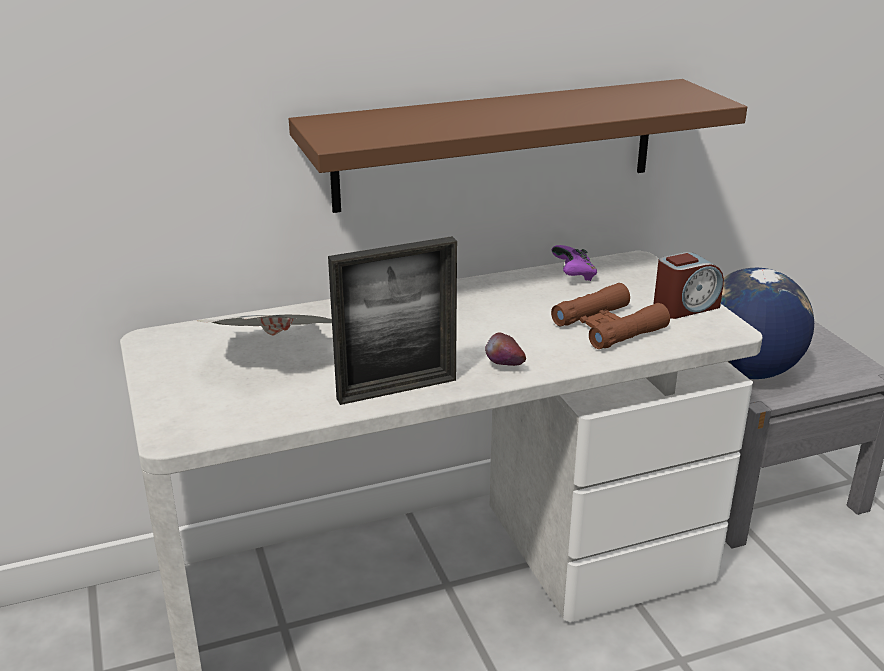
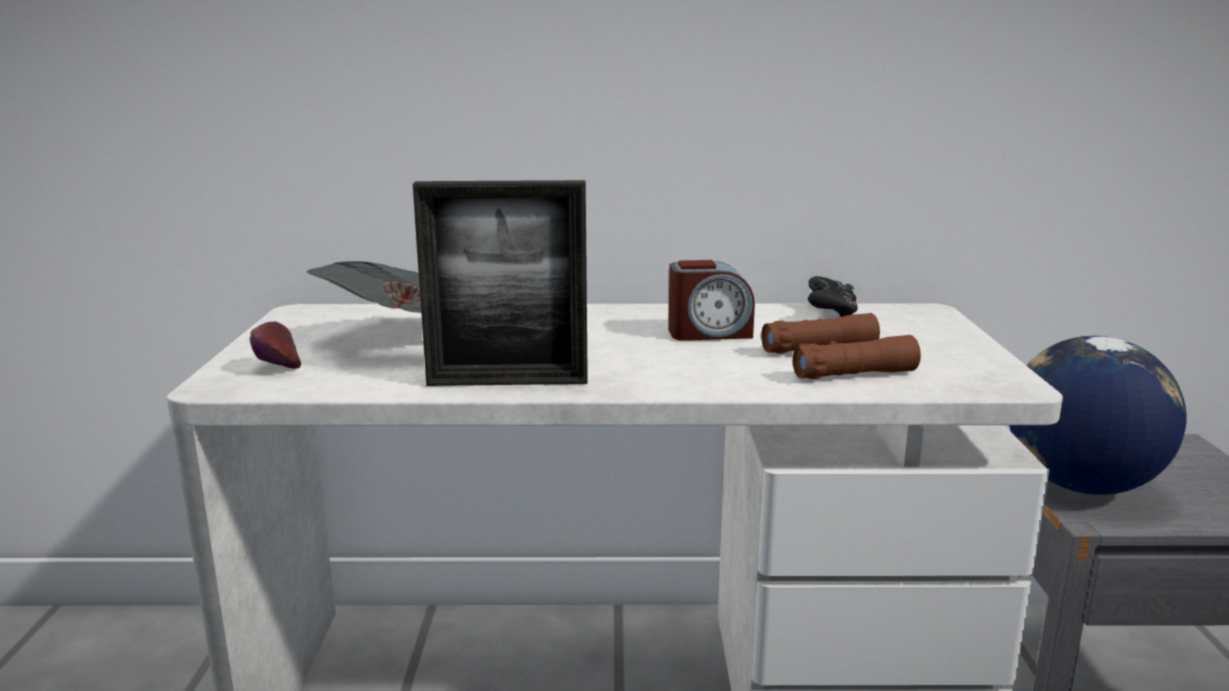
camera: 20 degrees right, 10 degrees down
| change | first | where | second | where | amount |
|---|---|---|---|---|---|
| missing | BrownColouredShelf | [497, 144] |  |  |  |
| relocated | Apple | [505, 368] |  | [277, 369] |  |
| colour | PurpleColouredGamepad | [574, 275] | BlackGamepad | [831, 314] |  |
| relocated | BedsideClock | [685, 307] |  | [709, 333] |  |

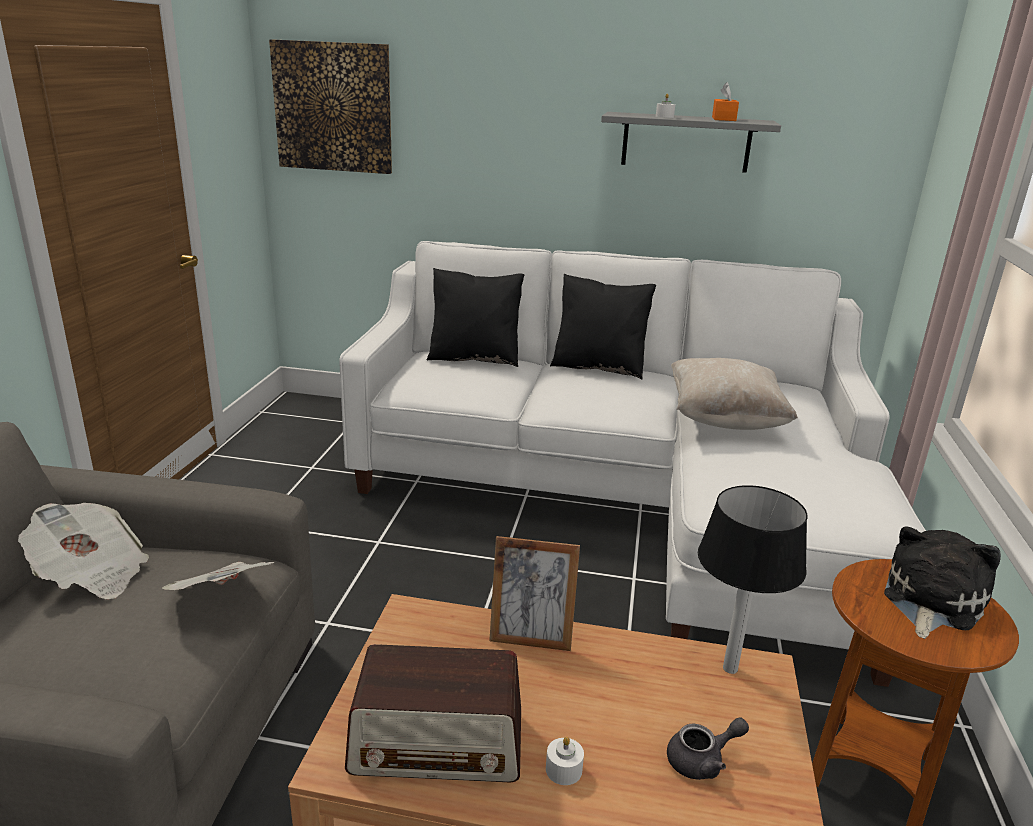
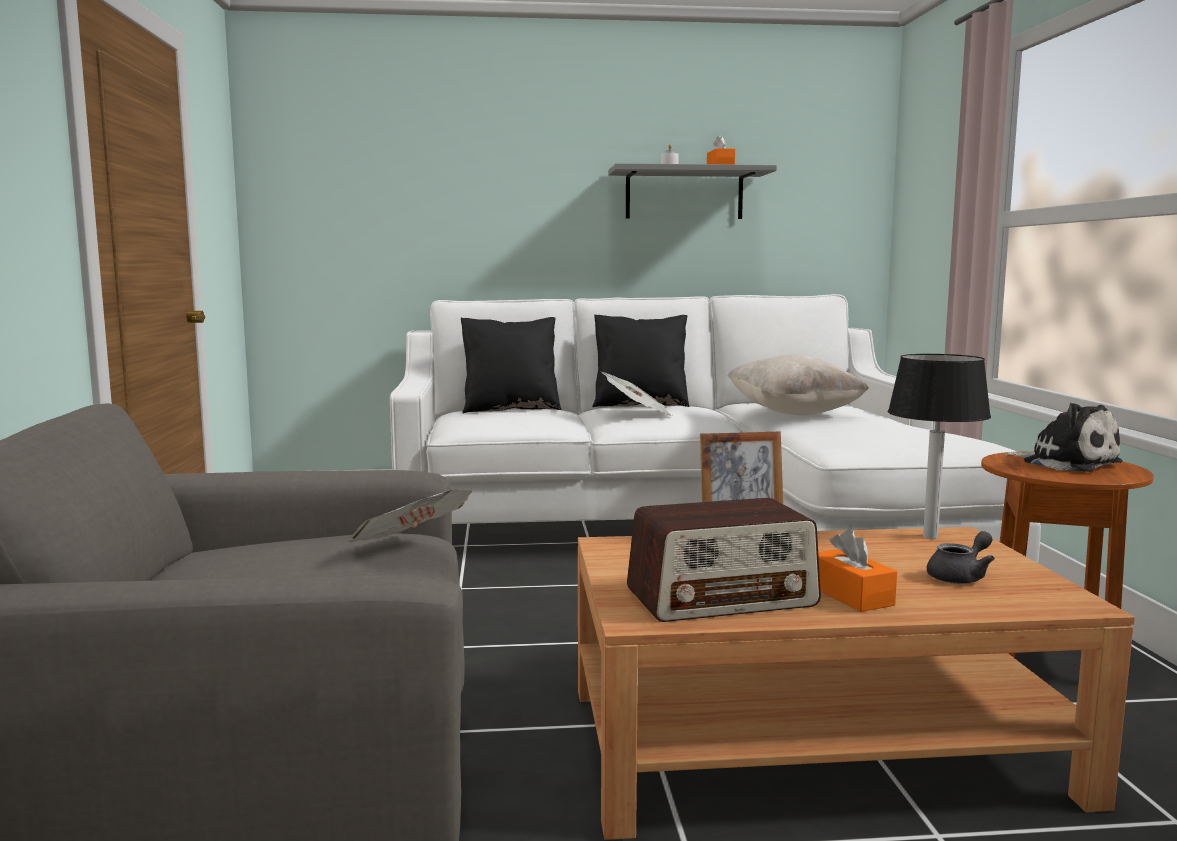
camera: 15 degrees left, 15 degrees down
| change | first | where | second | where | amount |
|---|---|---|---|---|---|
| relocated | PrintedPaper | [91, 573] |  | [637, 413] |  |
| missing | WallArt | [333, 107] |  |  |  |
| exchanged | WhitishWaxLight | [563, 769] | OrangeTissueBox | [851, 595] |  |
| spun | SoftToy | [930, 601] |  | [1066, 463] | 120 degrees clockwise |

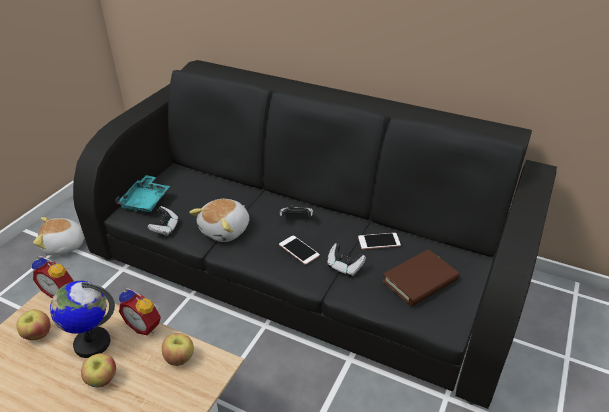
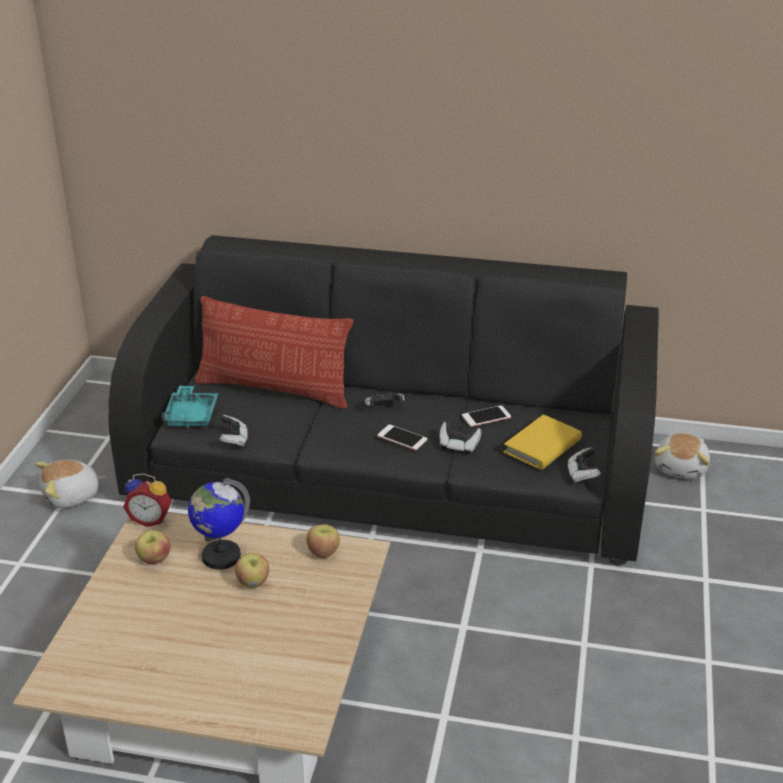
camera: 15 degrees left, 5 degrees down
| change | first | where | second | where | amount |
|---|---|---|---|---|---|
| missing | BedsideClock | [145, 325] |  |  |  |
| relocated | SoftToy | [226, 230] |  | [682, 468] |  |
| colour | BrownColouredBook | [420, 280] | YellowishBook | [542, 446] |  |
| appeared |  |  | Pillow | [274, 389] |  |
| appeared |  |  | Gamepad | [582, 475] |  |

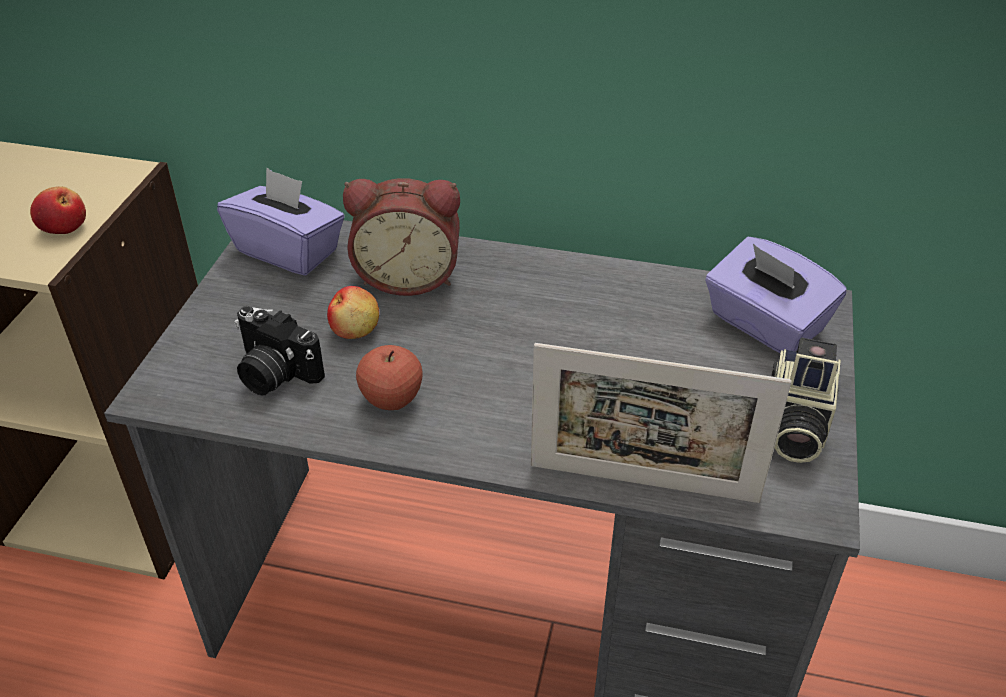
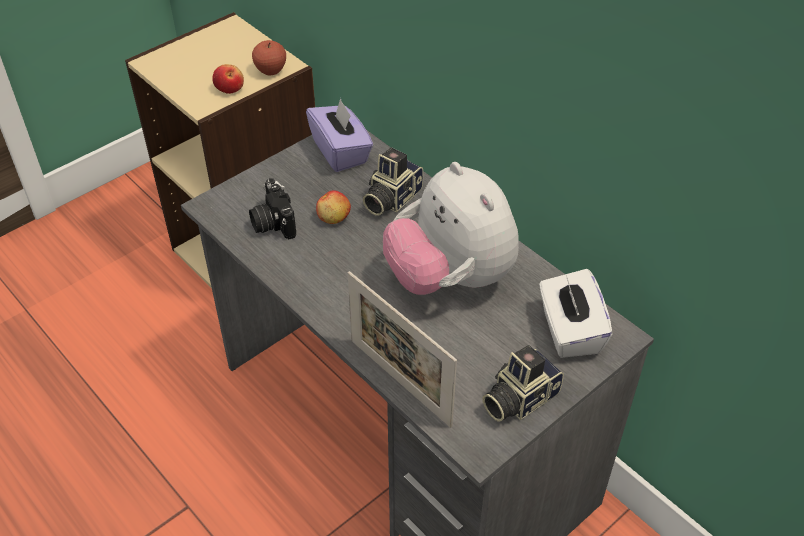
camera: 35 degrees right, 5 degrees up
| change | first | where | second | where | amount |
|---|---|---|---|---|---|
| exchanged | BedsideClock | [408, 276] | StillCamera | [390, 198] |  |
| relocated | Apple | [392, 399] |  | [271, 70] |  |
| colour | PurpleColouredTissueBox | [764, 324] | WhitishTissueBox | [569, 331] |  |
| appeared |  |  | SoftToy | [450, 278] |  |

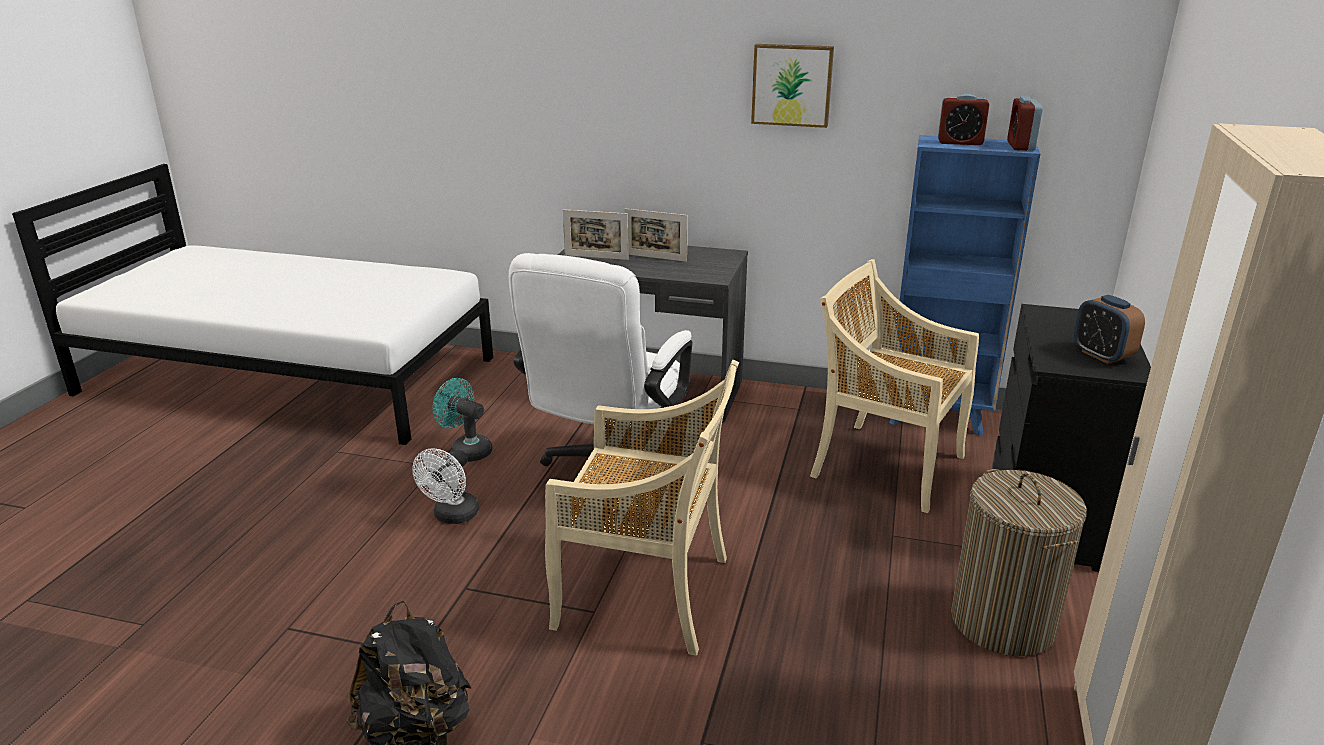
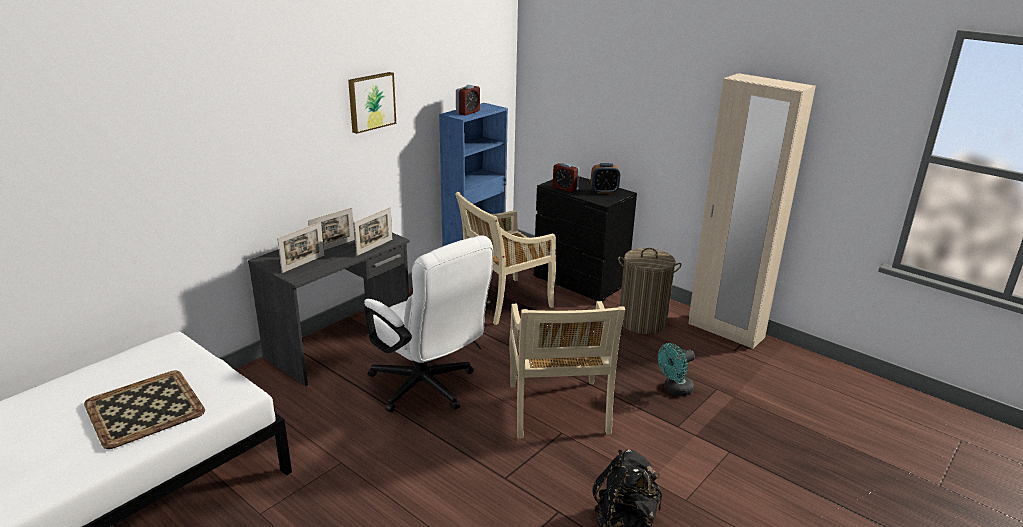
camera: 65 degrees left, 0 degrees up
| change | first | where | second | where | amount |
|---|---|---|---|---|---|
| missing | WhitishFan | [452, 517] |  |  |  |
| relocated | BlueGreenFan | [466, 450] |  | [674, 390] |  |
| spun | BeigeColouredUprightChair | [646, 593] |  | [558, 410] | 135 degrees clockwise |
| relocated | BedsideClock | [1020, 146] |  | [565, 188] |  |
| appeared |  |  | CarryingTray | [144, 409] |  |
| appeared |  |  | StandingFrame | [374, 247] |  |

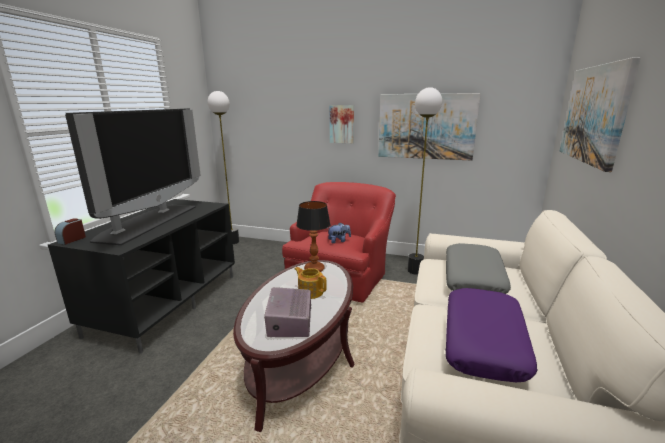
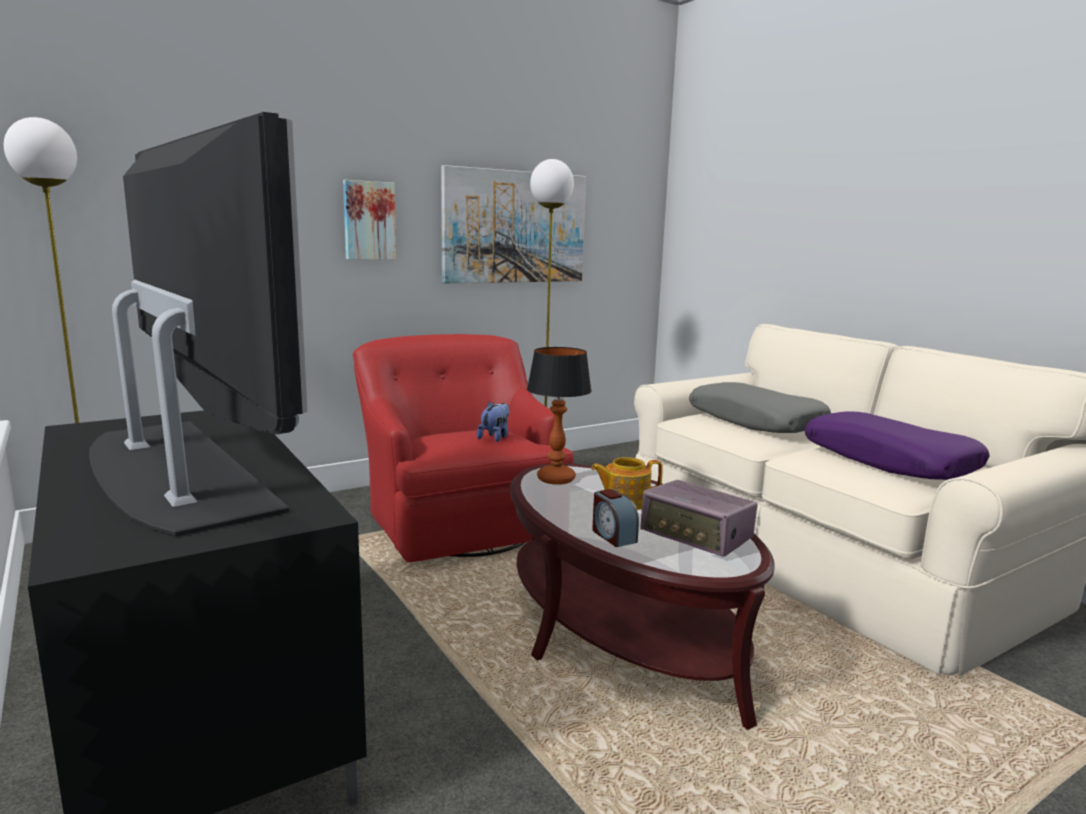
camera: 50 degrees left, 5 degrees down
| change | first | where | second | where | amount |
|---|---|---|---|---|---|
| relocated | BedsideClock | [72, 239] |  | [613, 536] |  |
| missing | WallArt | [594, 114] |  |  |  |

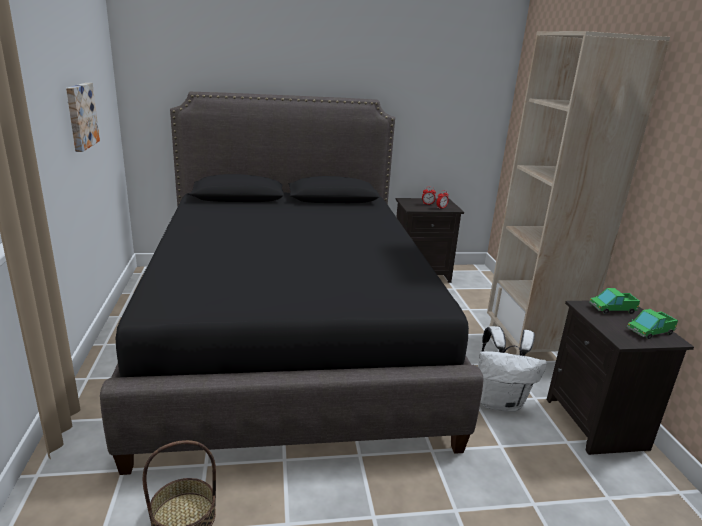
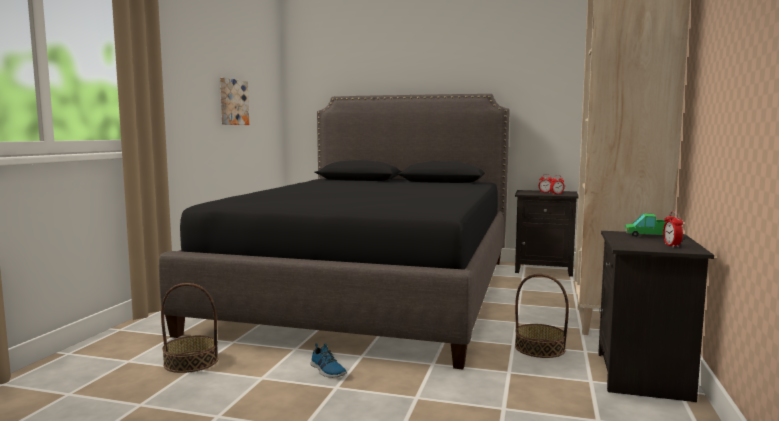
camera: 25 degrees right, 15 degrees down
| change | first | where | second | where | amount |
|---|---|---|---|---|---|
| exchanged | WhitishBackpack | [499, 402] | StorageBasket | [540, 348] |  |
| exchanged | ToyTruck | [650, 331] | BedsideClock | [671, 246] |  |
| appeared |  |  | ItemOfFootwear | [327, 370] |  |

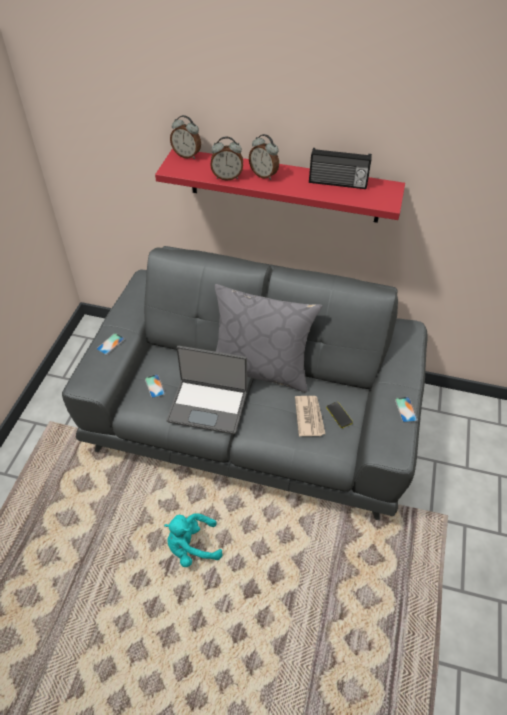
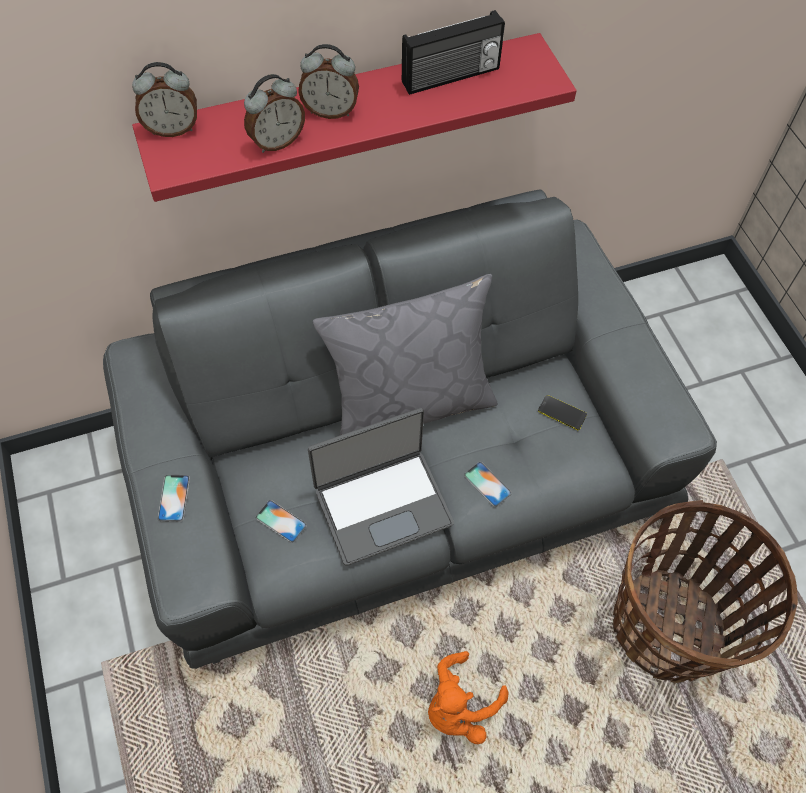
camera: 35 degrees left, 10 degrees up
| change | first | where | second | where | amount |
|---|---|---|---|---|---|
| colour | BlueGreenSoftToy | [192, 547] | OrangeSoftToy | [459, 707] |  |
| missing | PrintedPaper | [309, 416] |  |  |  |
| relocated | Phone | [405, 409] |  | [487, 484] |  |
| appeared |  |  | StorageBasket | [668, 627] |  |

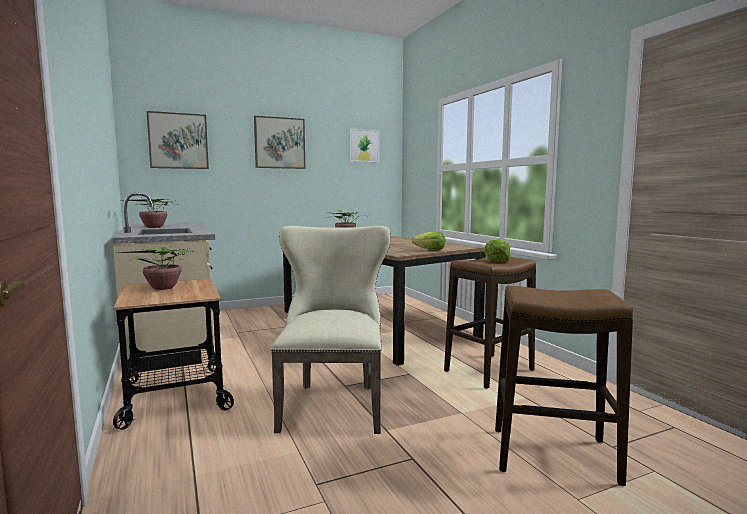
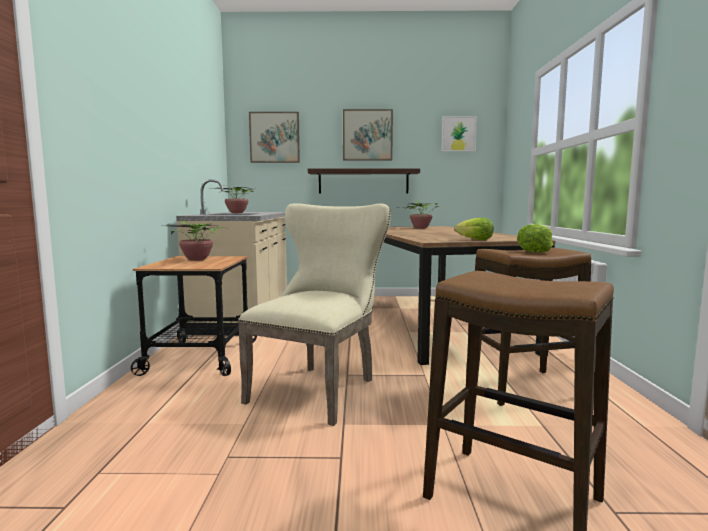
camera: 25 degrees right, 0 degrees up
| change | first | where | second | where | amount |
|---|---|---|---|---|---|
| appeared |  |  | Shelf | [363, 181] |  |

